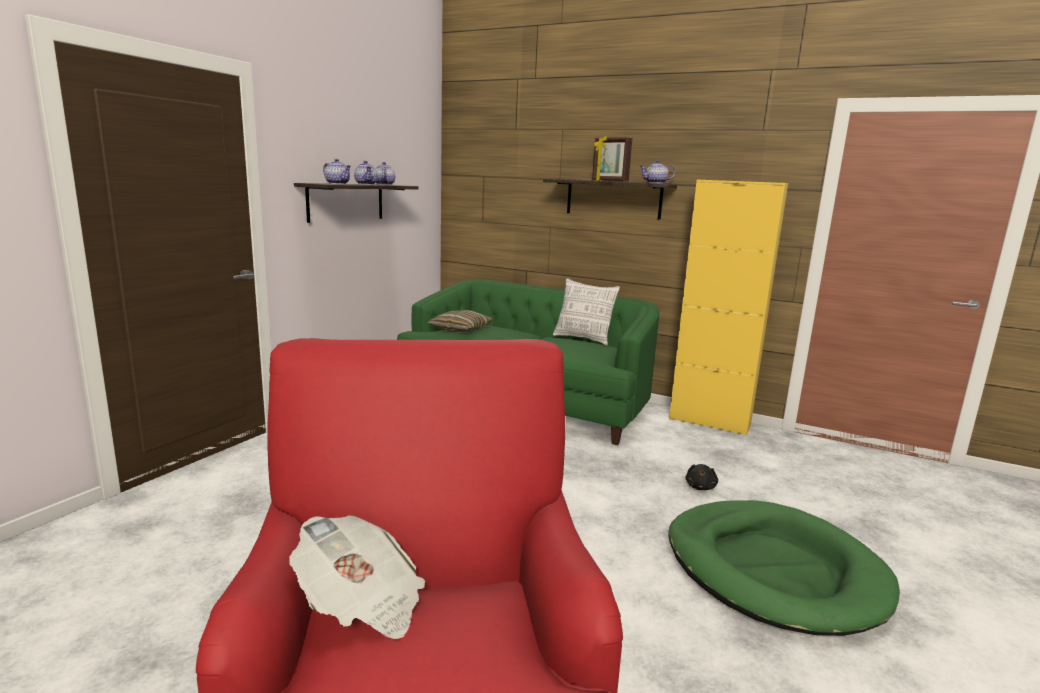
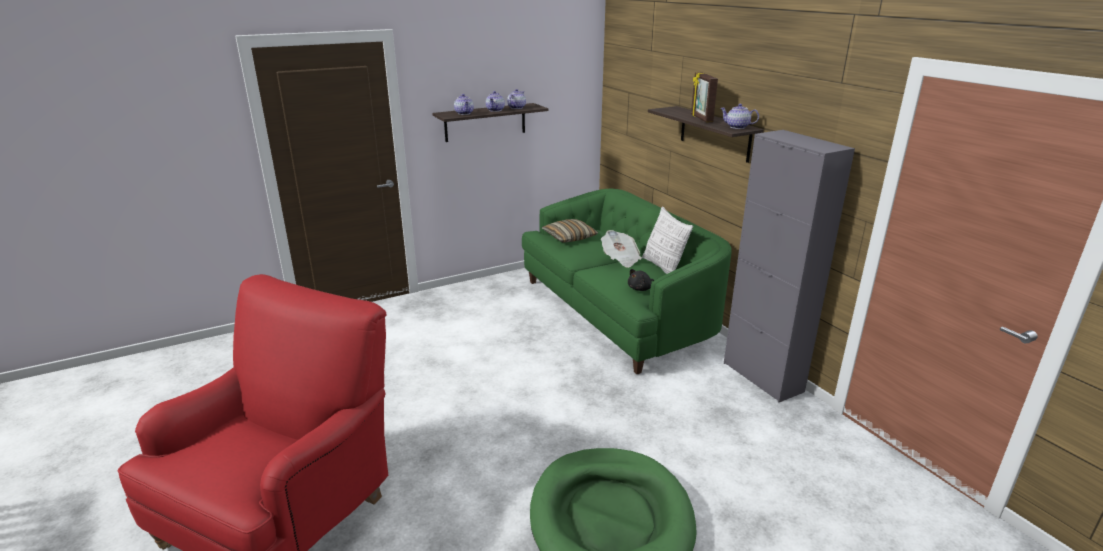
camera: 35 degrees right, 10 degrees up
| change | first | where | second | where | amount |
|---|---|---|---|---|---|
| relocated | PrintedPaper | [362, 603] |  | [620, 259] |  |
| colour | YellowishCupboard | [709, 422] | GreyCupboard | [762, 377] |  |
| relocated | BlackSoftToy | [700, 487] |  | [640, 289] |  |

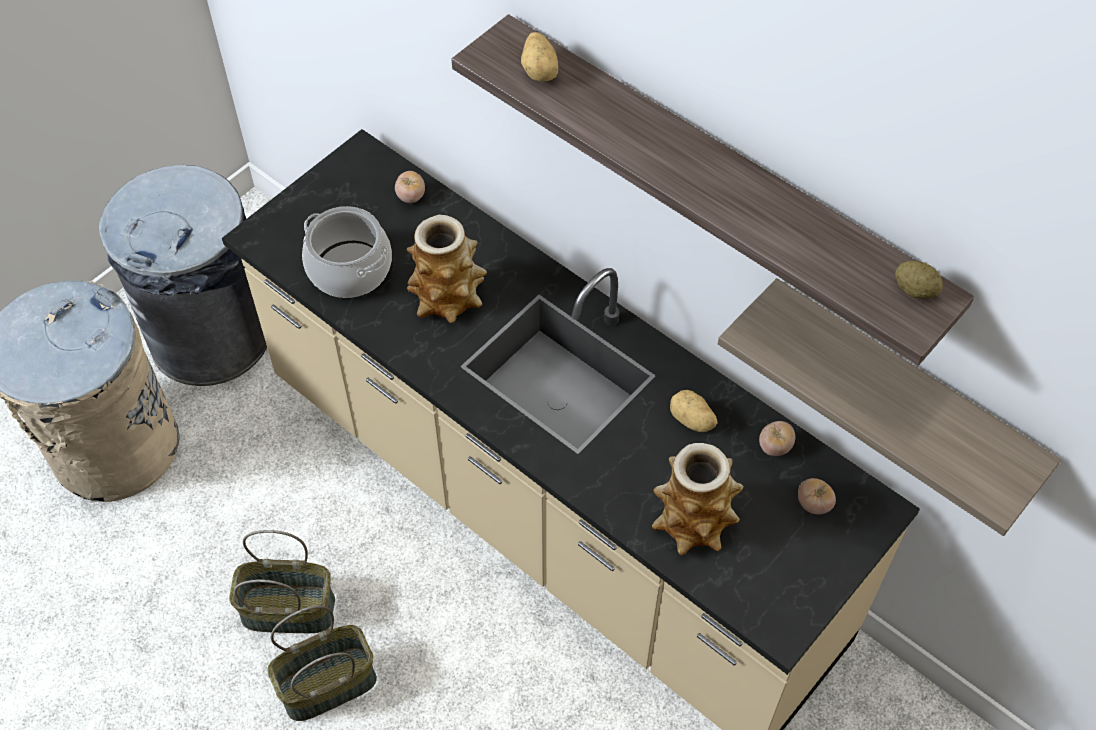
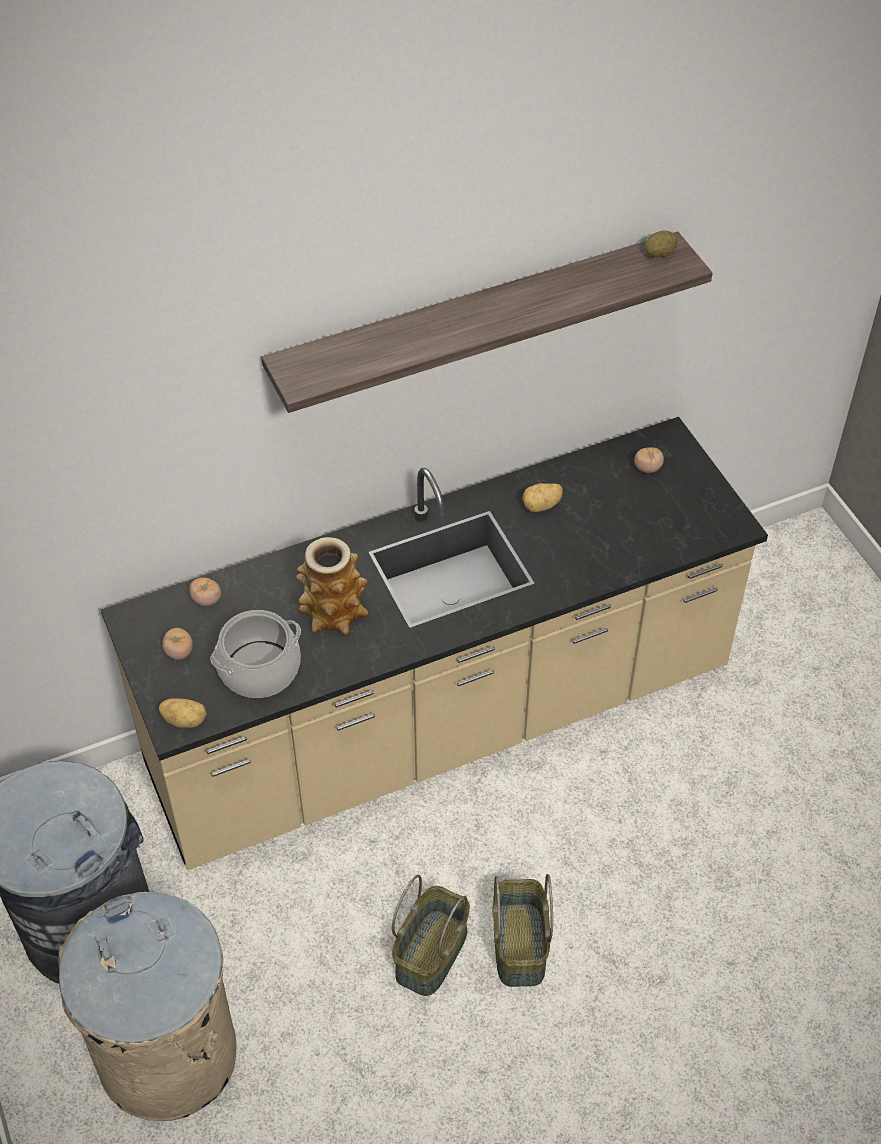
camera: 65 degrees left, 5 degrees down
| change | first | where | second | where | amount |
|---|---|---|---|---|---|
| relocated | Spud | [540, 71] |  | [185, 719] |  |
| missing | DecorativeVase | [694, 521] |  |  |  |
| missing | Shelf | [902, 390] |  |  |  |
| relocated | WholeTomato | [775, 447] |  | [179, 652] |  |

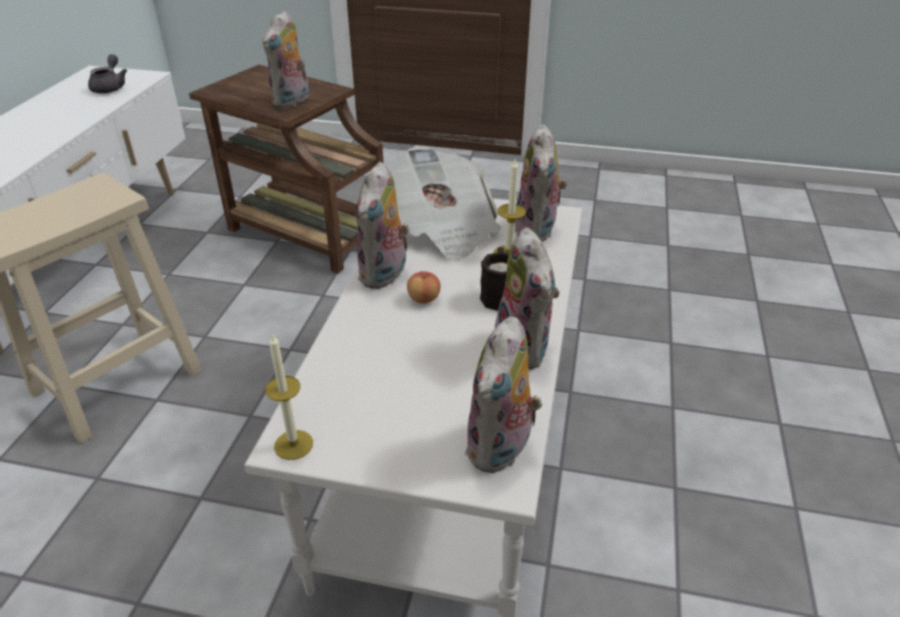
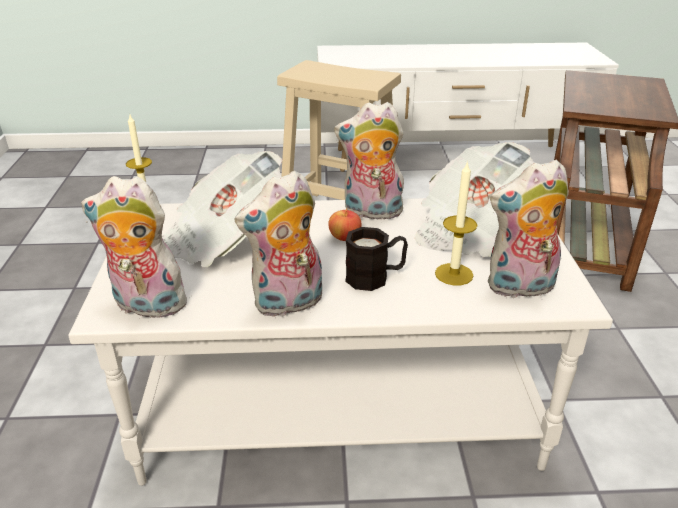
camera: 75 degrees right, 5 degrees down
| change | first | where | second | where | amount |
|---|---|---|---|---|---|
| missing | GreyPotForTea | [110, 87] |  |  |  |
| missing | SoftToy | [292, 101] |  |  |  |
| appeared |  |  | PrintedPaper | [223, 238] |  |

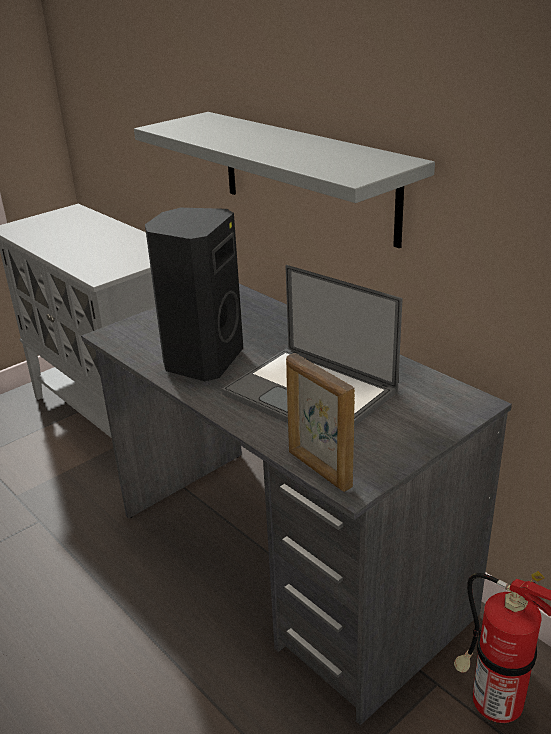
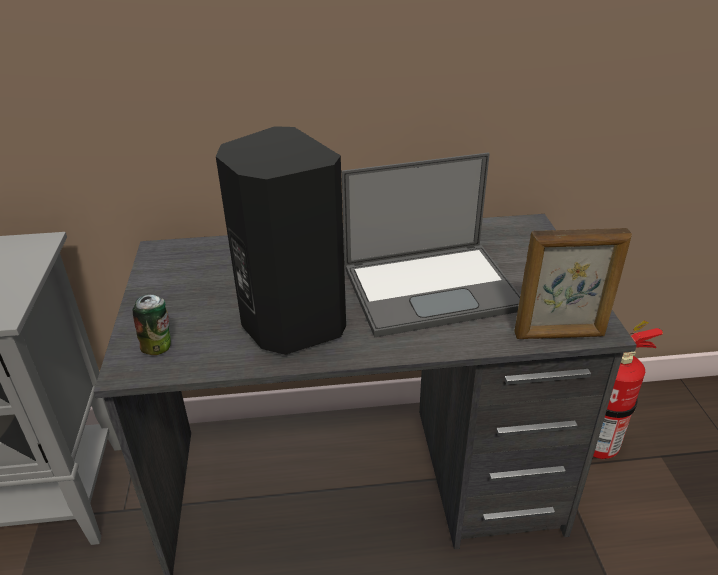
camera: 55 degrees left, 5 degrees up
| change | first | where | second | where | amount |
|---|---|---|---|---|---|
| missing | GreyShelf | [307, 176] |  |  |  |
| appeared |  |  | SealedCan | [158, 347] |  |

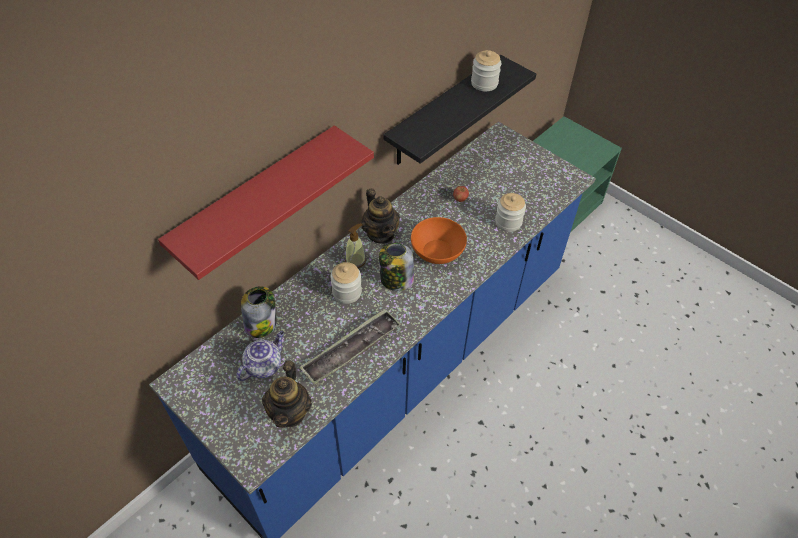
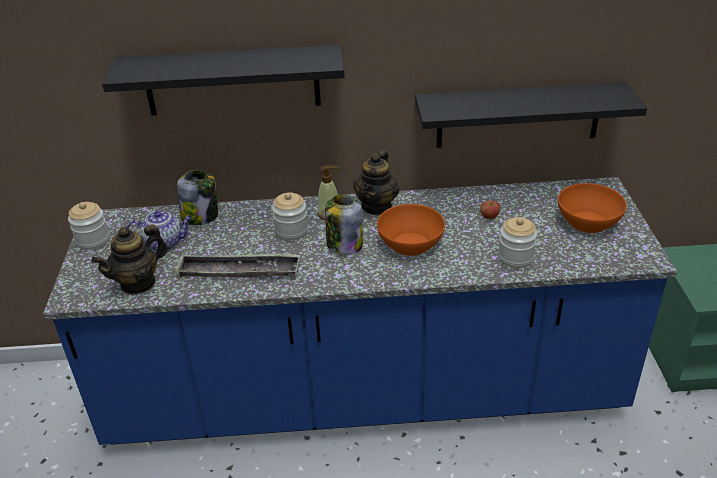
camera: 45 degrees right, 15 degrees down
| change | first | where | second | where | amount |
|---|---|---|---|---|---|
| colour | RedColouredShelf | [257, 200] | BlackShelf | [232, 80] |  |
| relocated | StorageJar | [484, 83] |  | [93, 240] |  |
| appeared |  |  | OrangeDeepDish | [587, 222] |  |

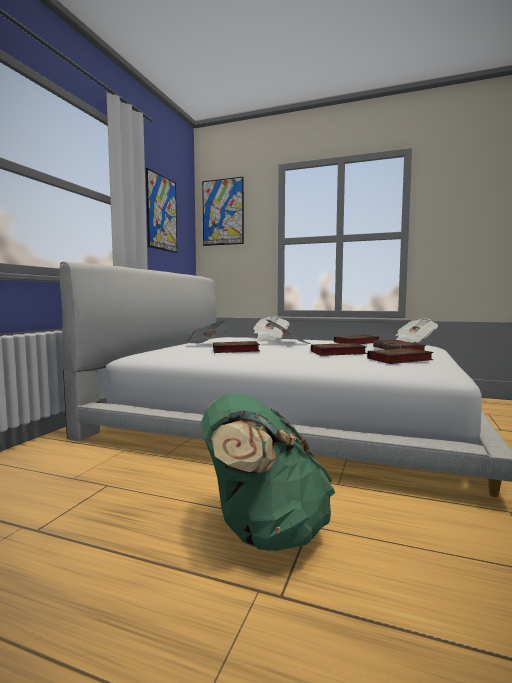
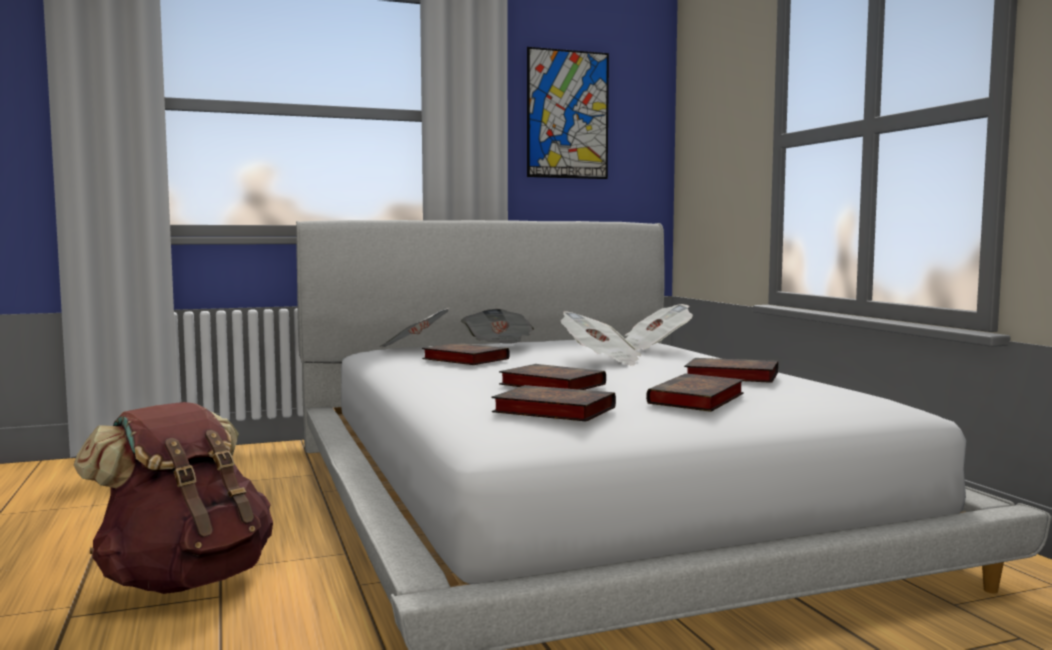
camera: 50 degrees right, 0 degrees up
| change | first | where | second | where | amount |
|---|---|---|---|---|---|
| colour | GreenBackpack | [263, 531] | BrownColouredBackpack | [185, 580] |  |
| missing | WallArt | [223, 212] |  |  |  |
| relocated | PrintedPaper | [413, 342] |  | [414, 348] |  |

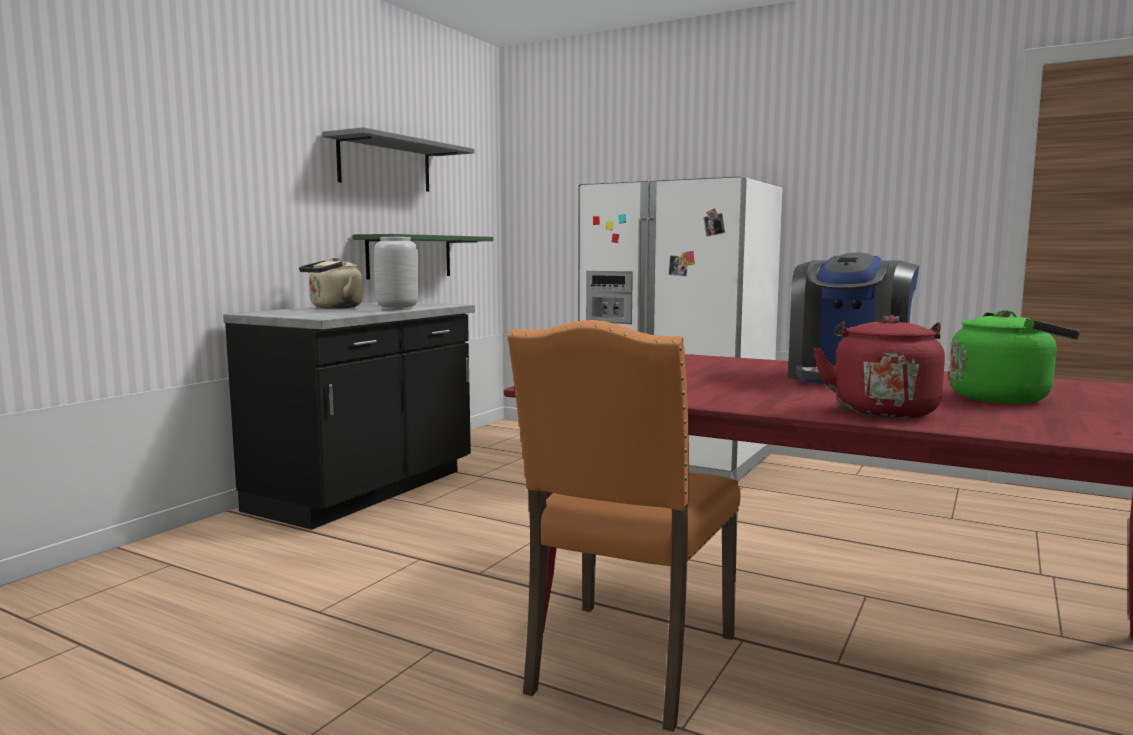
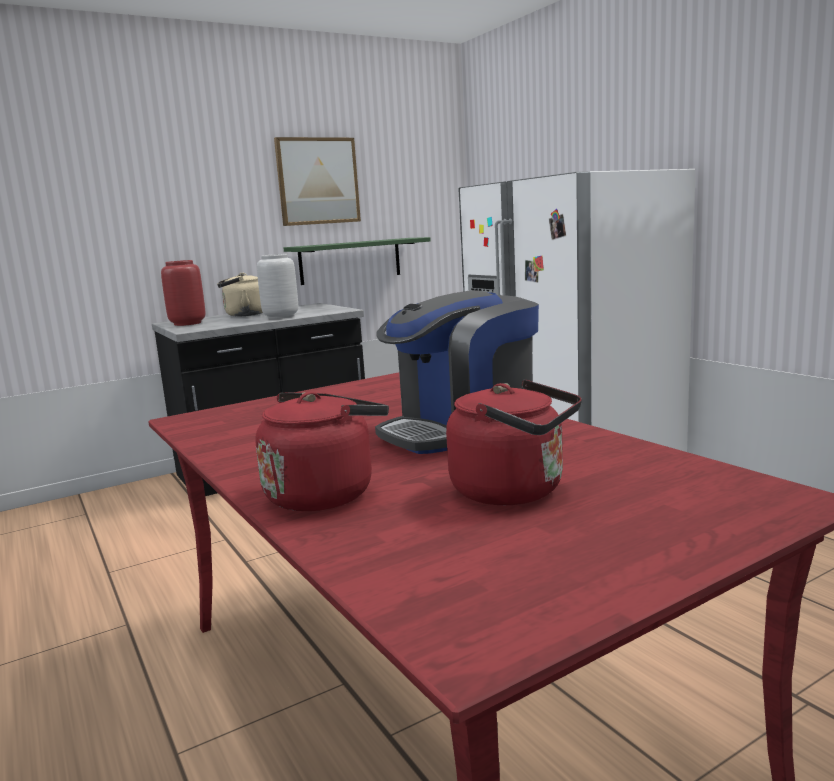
camera: 30 degrees right, 5 degrees up
| change | first | where | second | where | amount |
|---|---|---|---|---|---|
| exchanged | GreyShelf | [385, 165] | WallArt | [317, 181] |  |
| missing | OrangeUprightChair | [627, 664] |  |  |  |
| colour | GreenWaterKettle | [1004, 398] | RedColouredWaterKettle | [514, 491] |  |
| appeared |  |  | RedColouredDecorativeVase | [188, 323] |  |

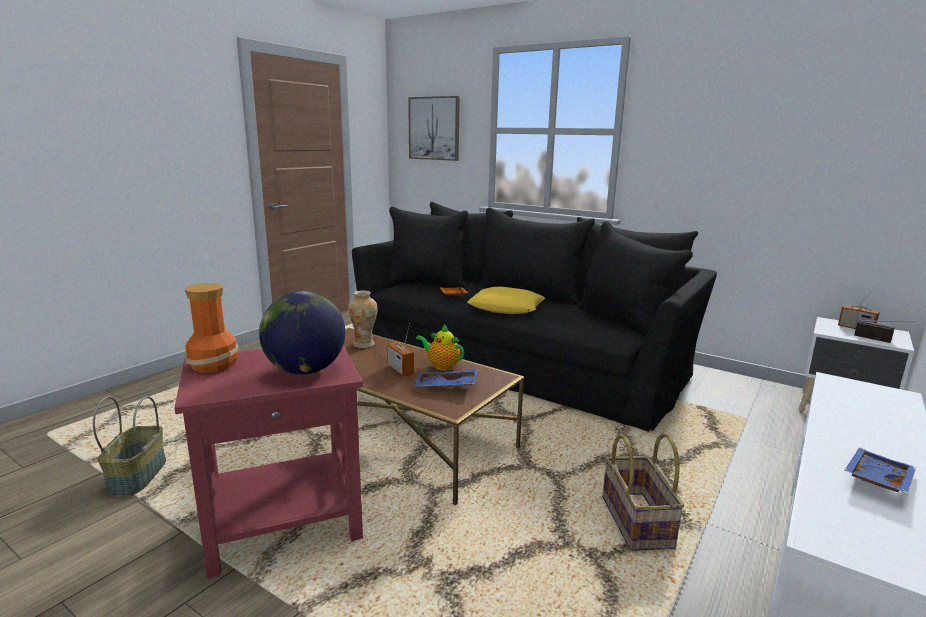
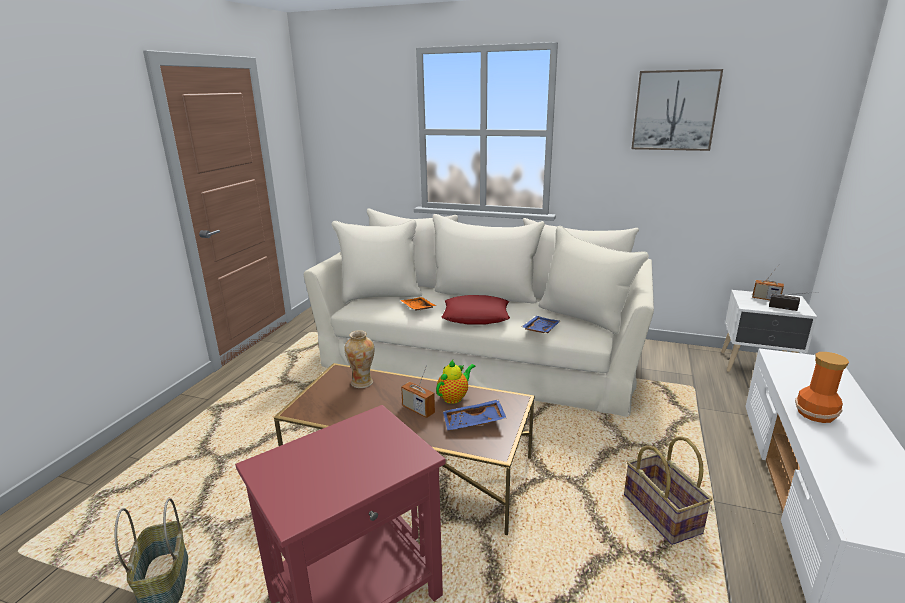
camera: 15 degrees left, 5 degrees up
| change | first | where | second | where | amount |
|---|---|---|---|---|---|
| relocated | DecorativeVase | [215, 365] |  | [816, 413] |  |
| missing | Globe | [305, 371] |  |  |  |
| colour | BlackCouch | [518, 359] | BeigeColouredCouch | [480, 357] |  |
| relocated | WallArt | [434, 128] |  | [674, 110] |  |
| spun | PotForTea | [441, 366] |  | [454, 397] | 120 degrees clockwise |
| colour | YellowishPillow | [506, 307] | RedColouredPillow | [476, 316] |  |
| relocated | BluishCarryingTray | [875, 479] |  | [540, 330] |  |

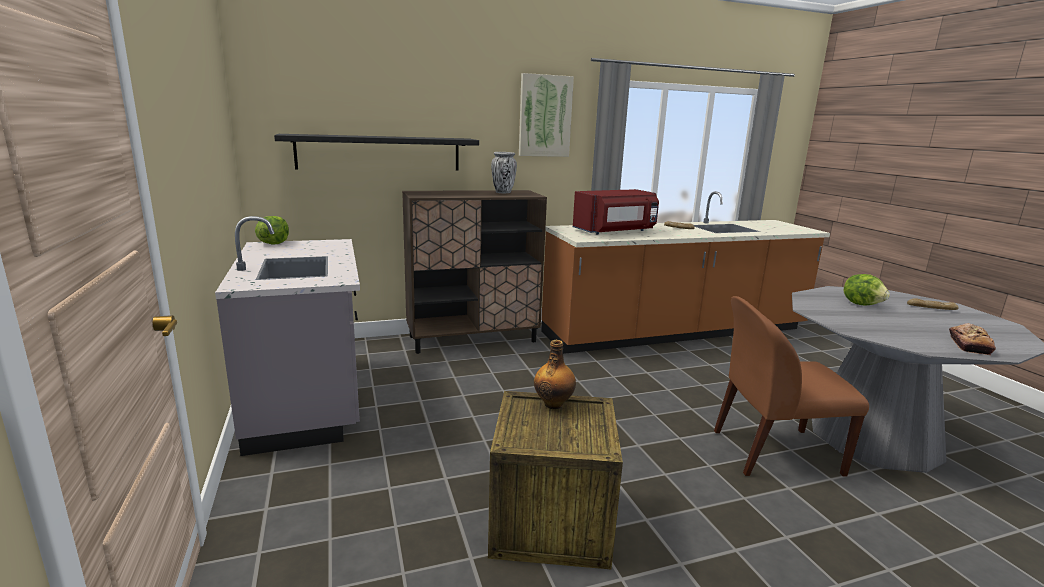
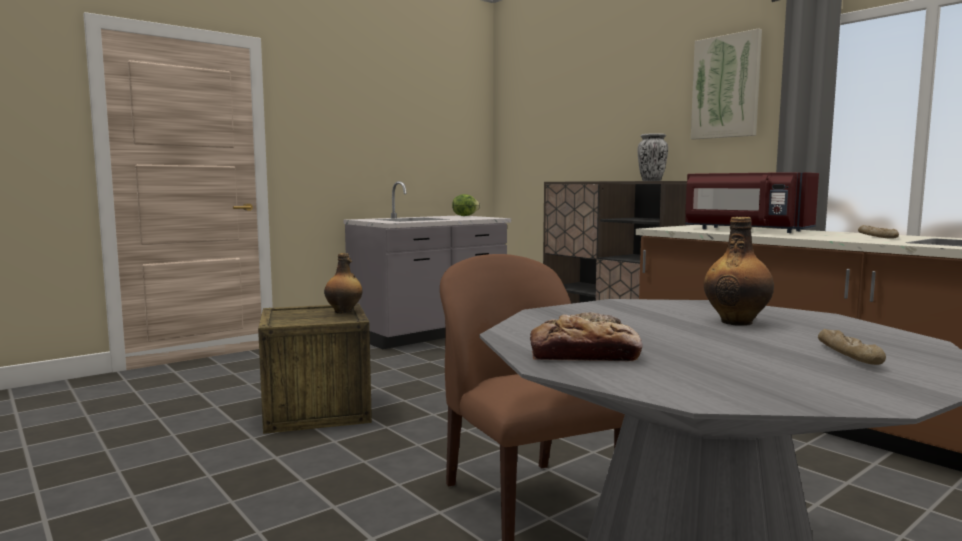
camera: 70 degrees right, 10 degrees down
| change | first | where | second | where | amount |
|---|---|---|---|---|---|
| missing | BlackShelf | [379, 153] |  |  |  |
| exchanged | HeadOfLettuce | [862, 304] | Bottle | [737, 322] |  |

